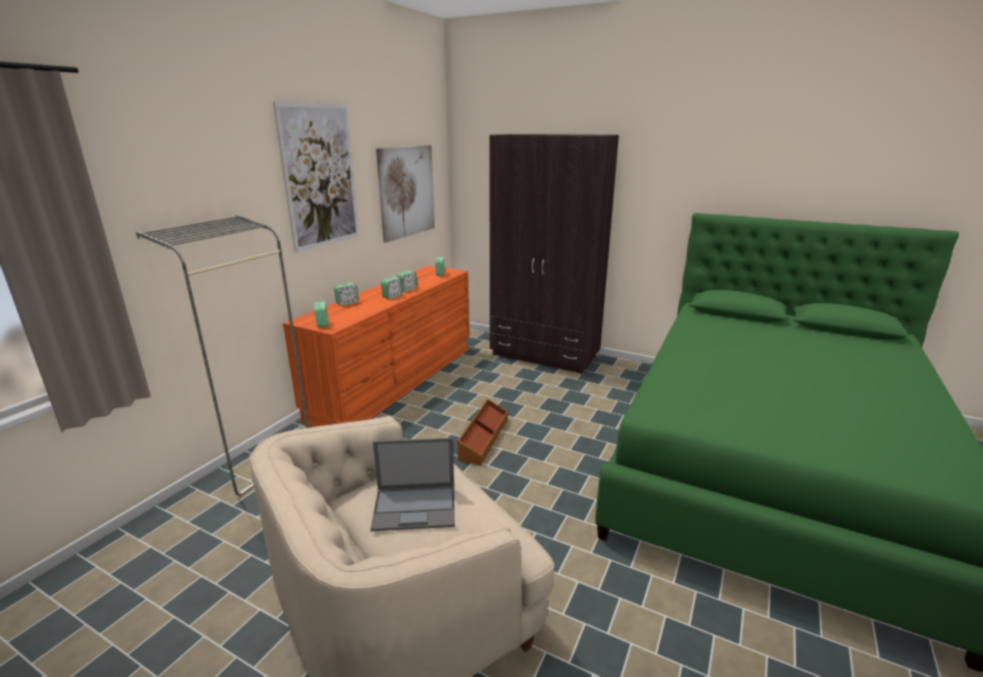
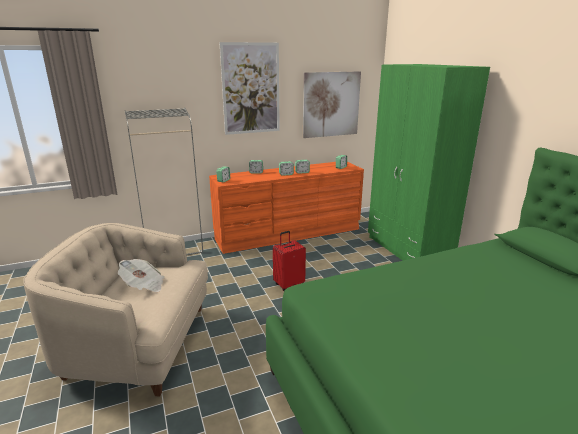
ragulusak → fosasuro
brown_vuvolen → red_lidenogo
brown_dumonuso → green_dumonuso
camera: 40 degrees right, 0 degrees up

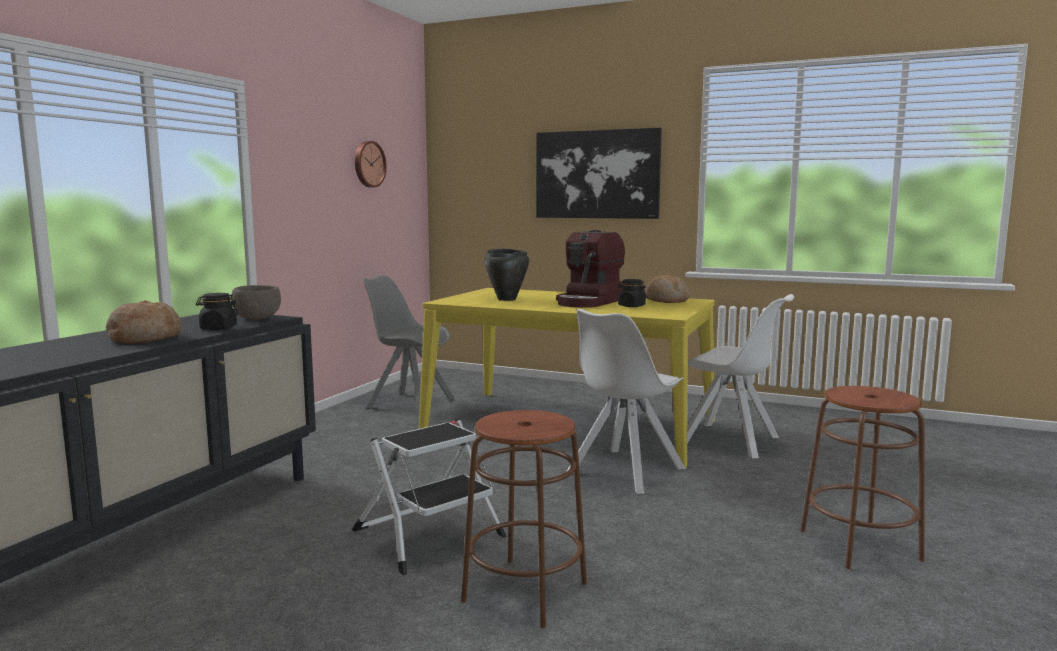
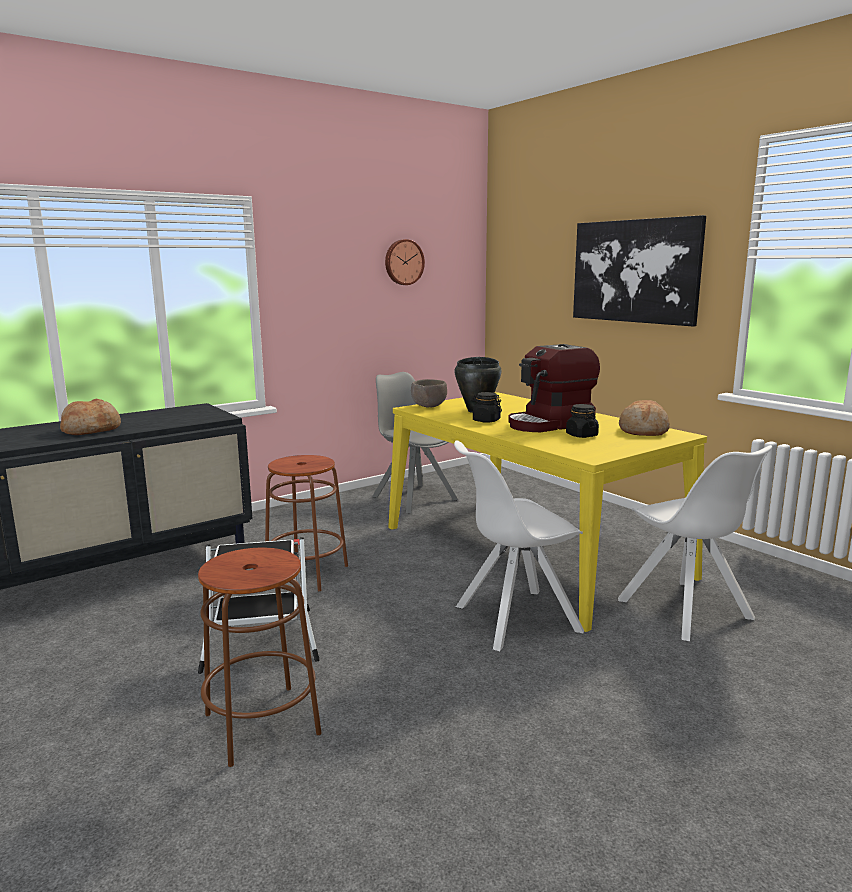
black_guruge (no. 1 from left), shifted
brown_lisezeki, shifted
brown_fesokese (no. 2 from left), shifted
camera: 30 degrees right, 5 degrees up

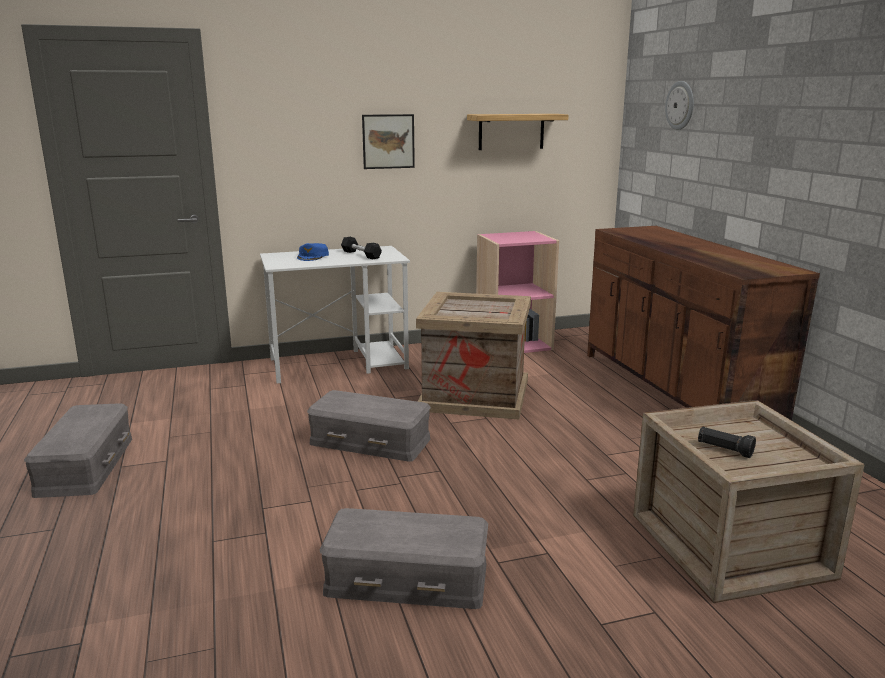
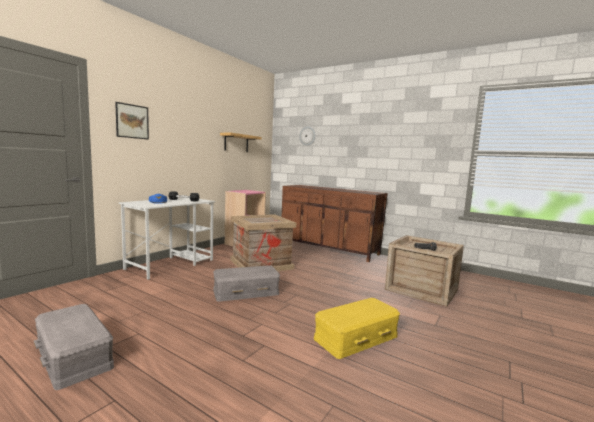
grey_vuvolen (no. 3 from left) → yellow_vuvolen
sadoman, shifted
camera: 40 degrees left, 10 degrees down

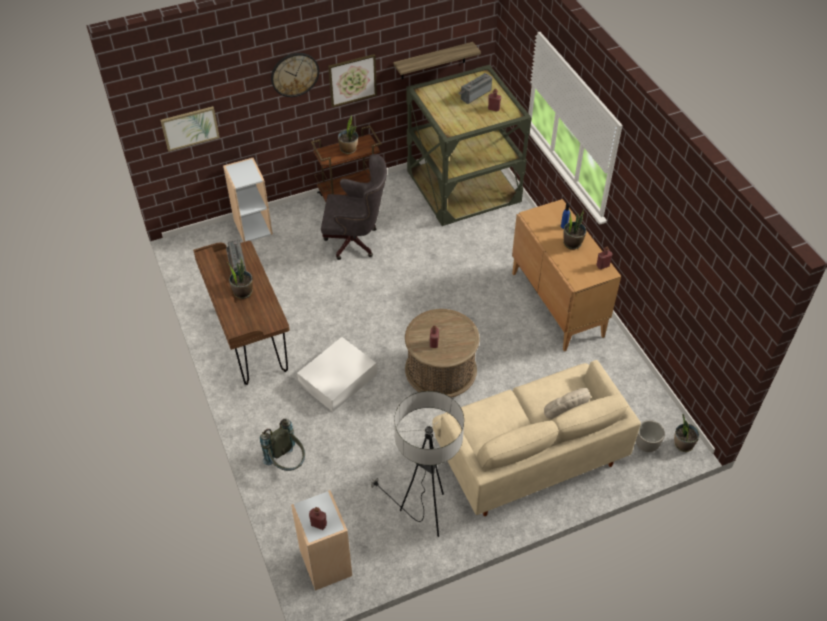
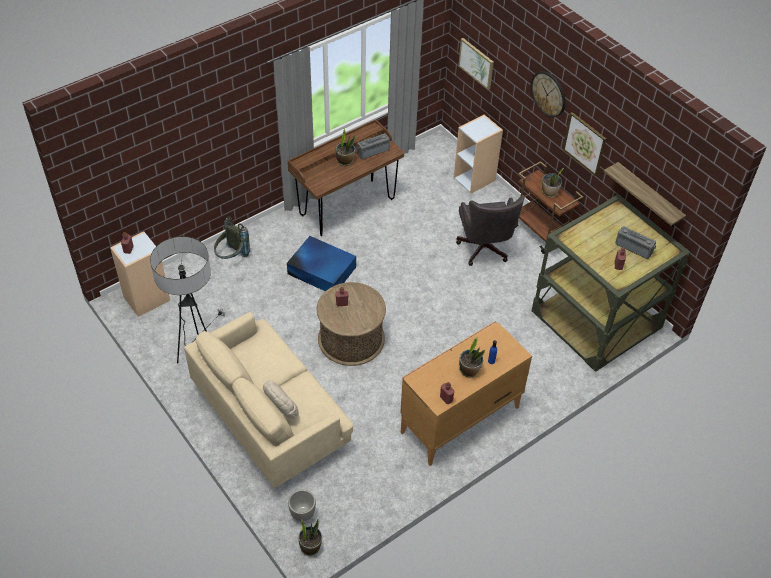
white_vuvolen → blue_vuvolen
camera: 75 degrees right, 0 degrees up

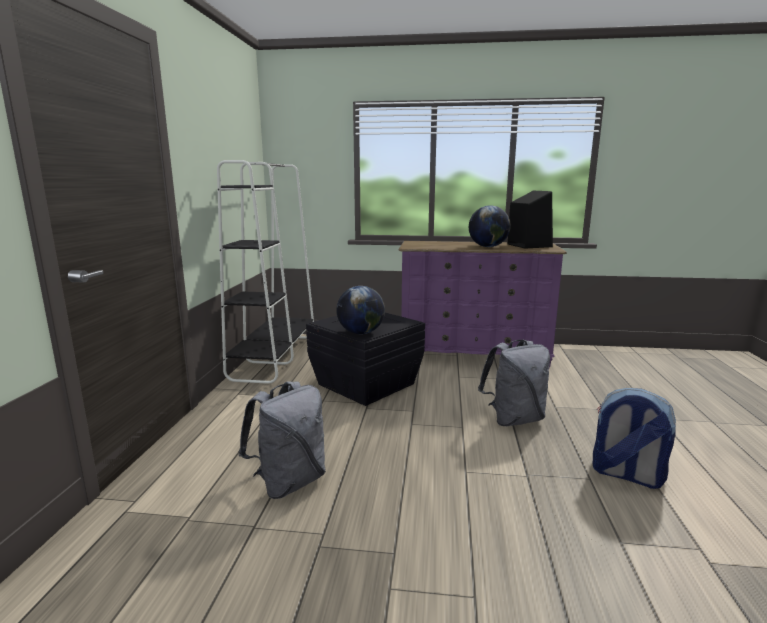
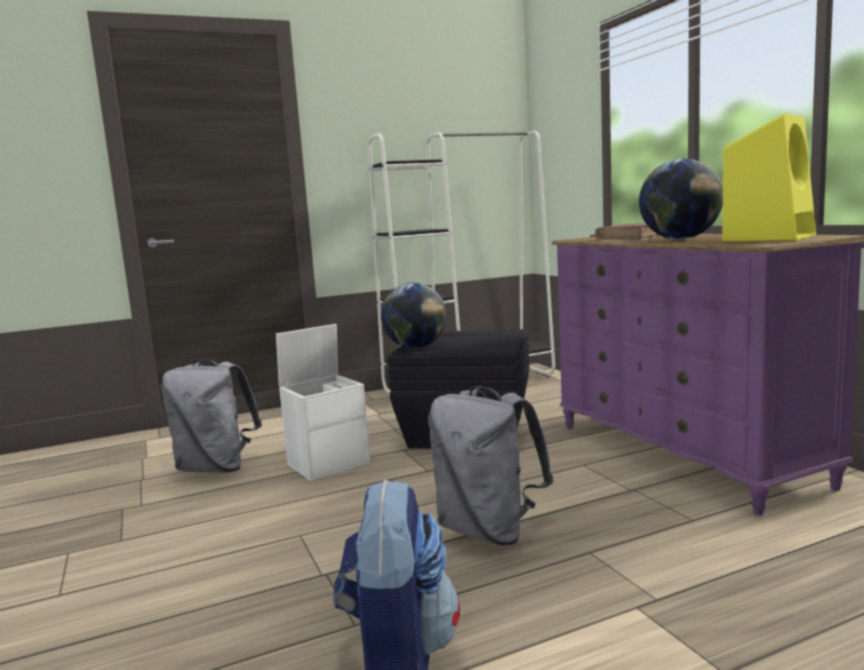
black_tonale → yellow_tonale
- → white_vuvolen
- → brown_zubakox
camera: 60 degrees right, 5 degrees down

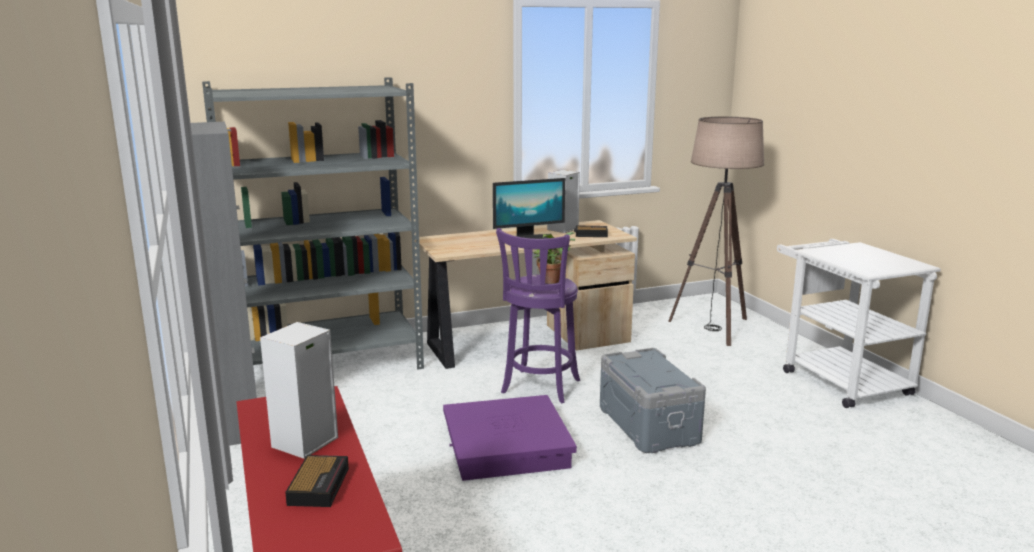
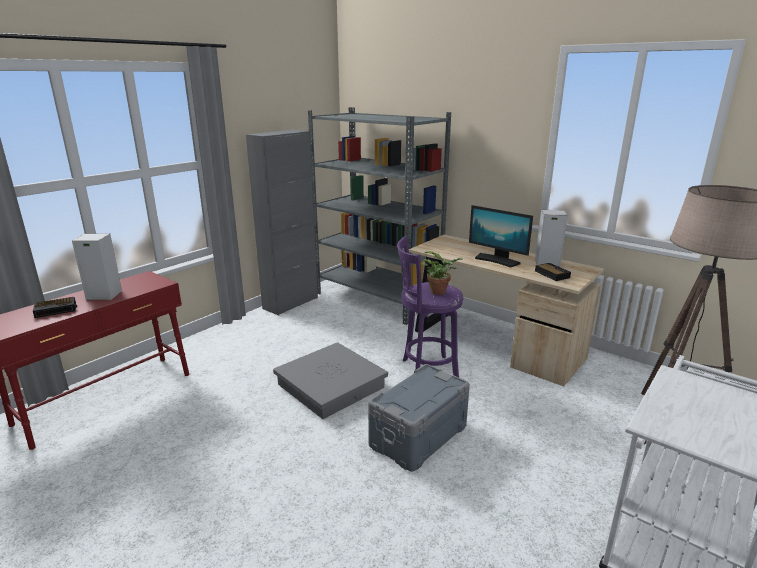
purple_vuvolen → grey_vuvolen (no. 1 from left)
camera: 60 degrees right, 5 degrees up

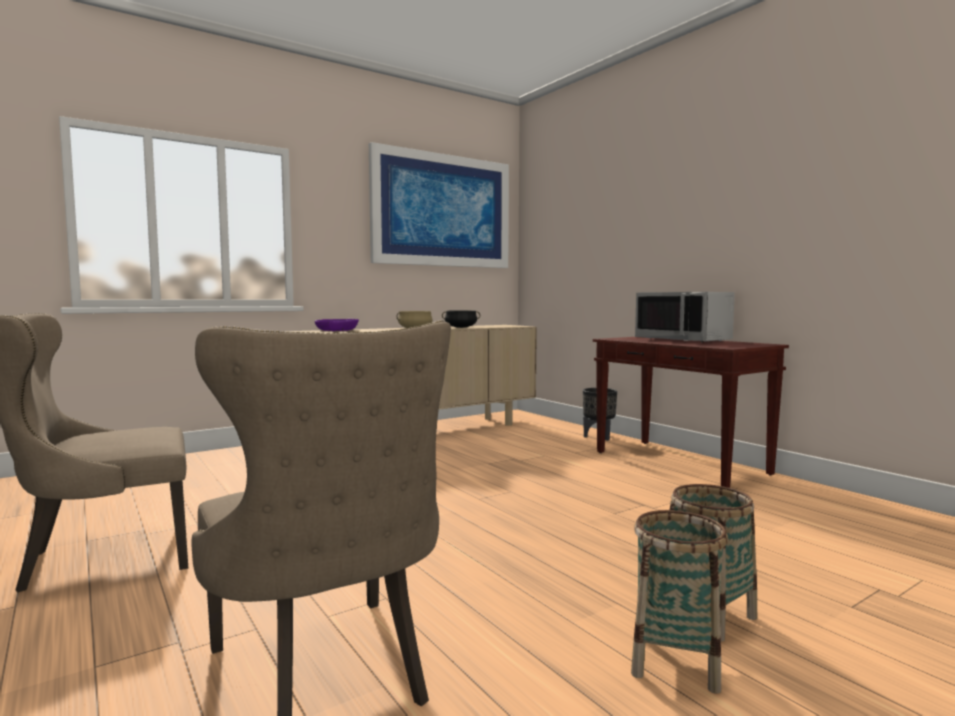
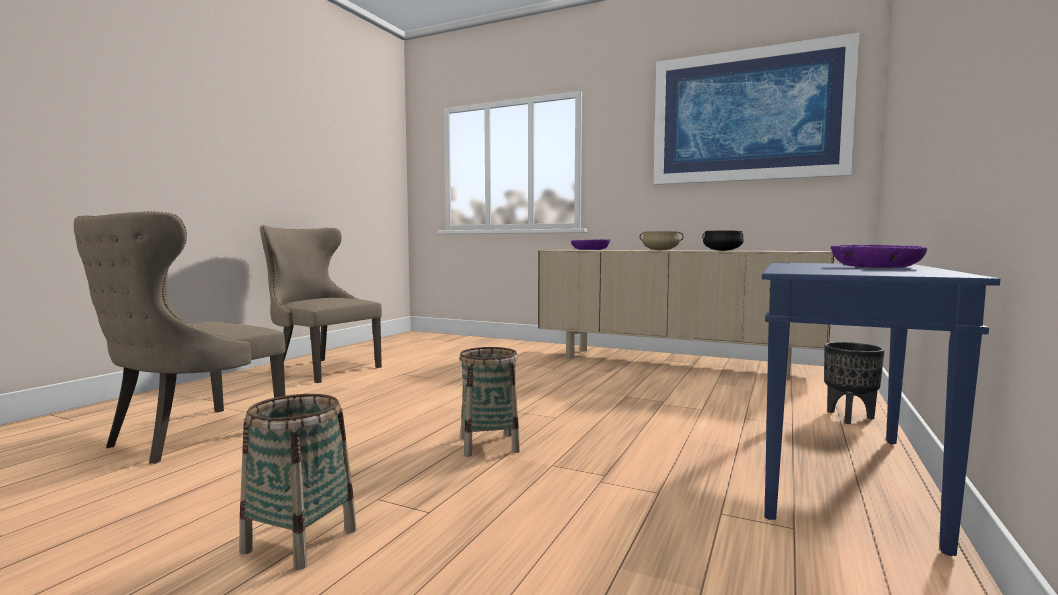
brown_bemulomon → blue_bemulomon
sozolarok (no. 1 from left in the first image) → sozolarok (no. 2 from left), shifted
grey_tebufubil → purple_lisezeki (no. 2 from left)
camera: 60 degrees right, 0 degrees up

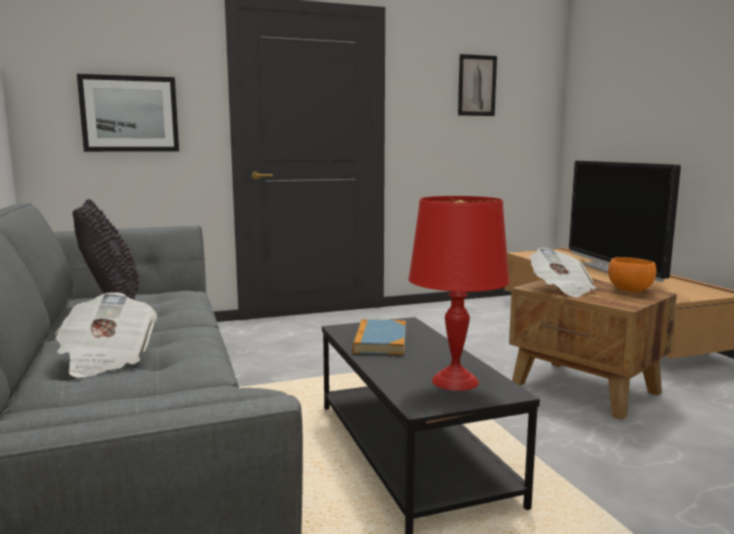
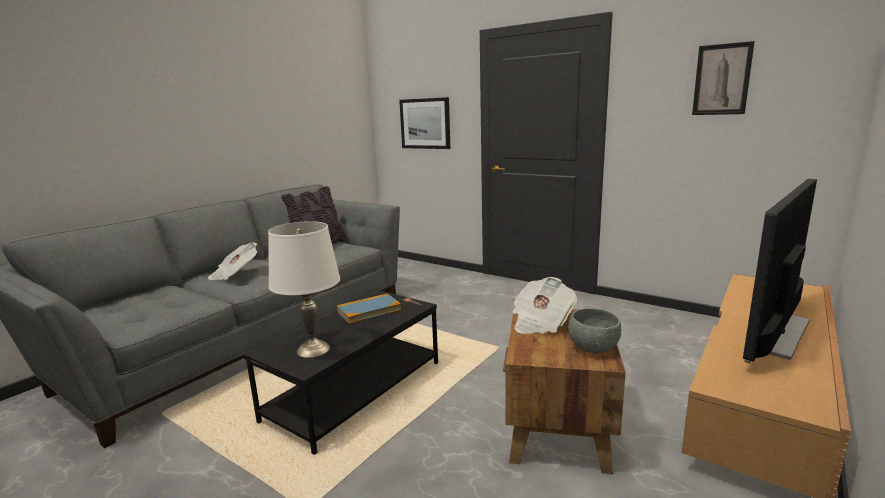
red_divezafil → white_divezafil
orange_lisezeki → grey_lisezeki
camera: 55 degrees right, 5 degrees up

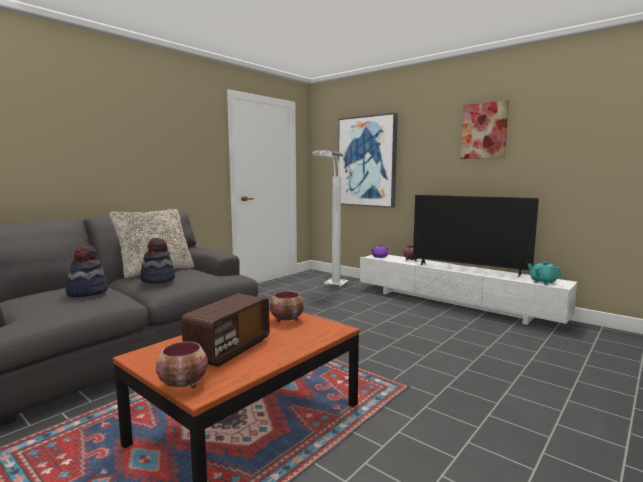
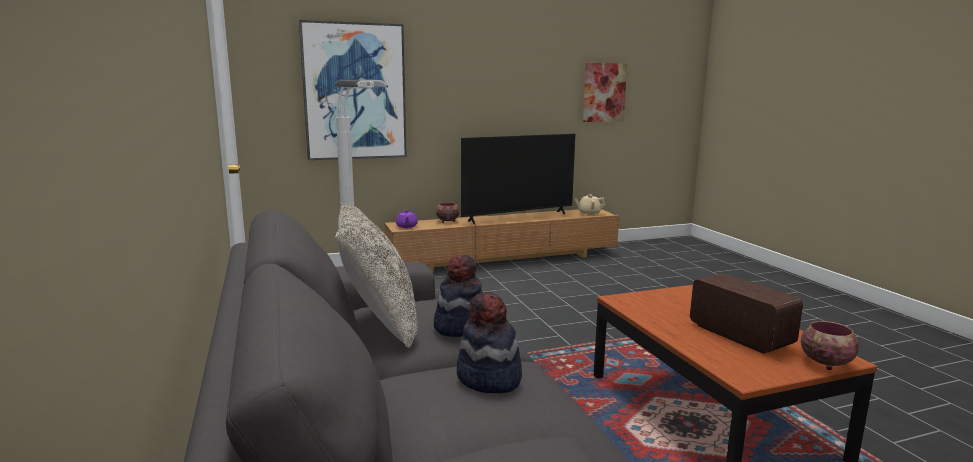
lisezeki (no. 2 from left) → -
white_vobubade → brown_vobubade
sadoman (no. 2 from left), shifted
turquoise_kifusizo → beige_kifusizo
camera: 60 degrees left, 5 degrees up

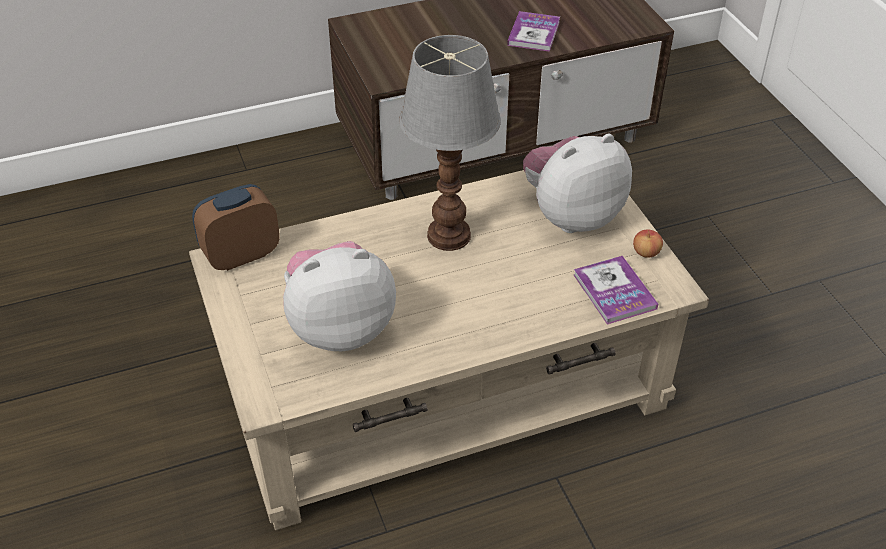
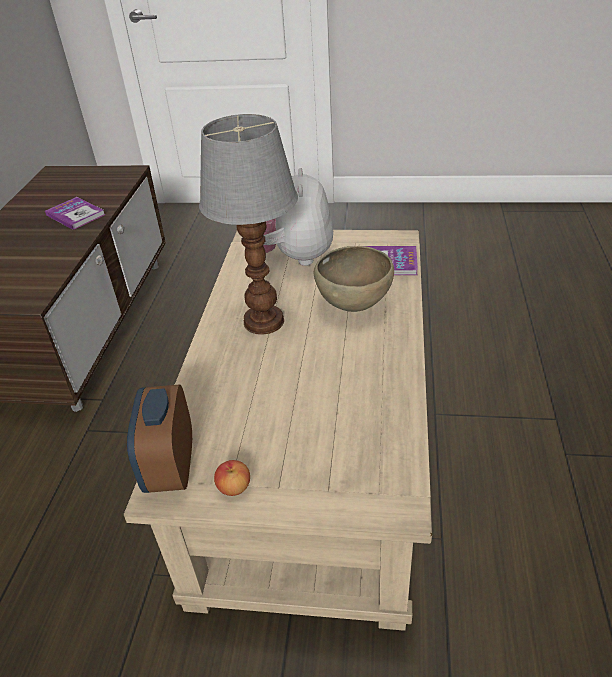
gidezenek (no. 1 from left) → -
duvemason, shifted
- → brown_lisezeki
camera: 60 degrees left, 5 degrees down

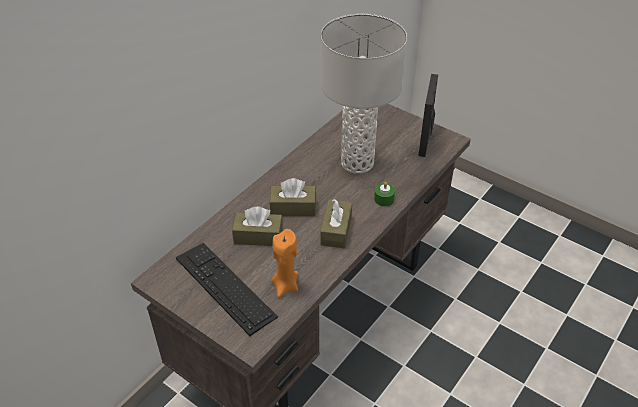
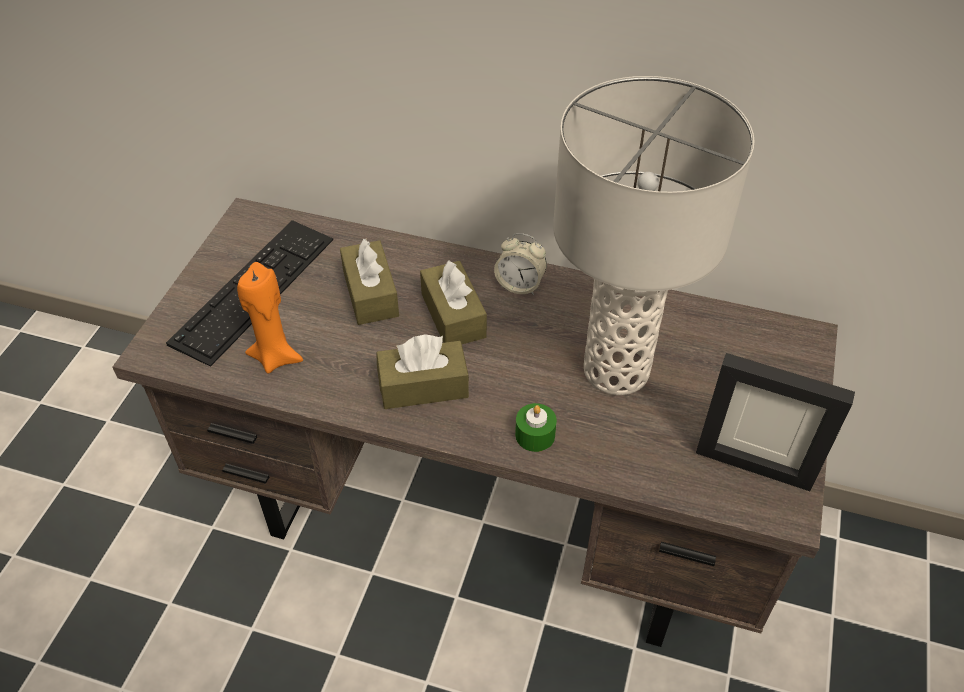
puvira, 150 degrees counterclockwise
- → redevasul
camera: 70 degrees right, 5 degrees up

